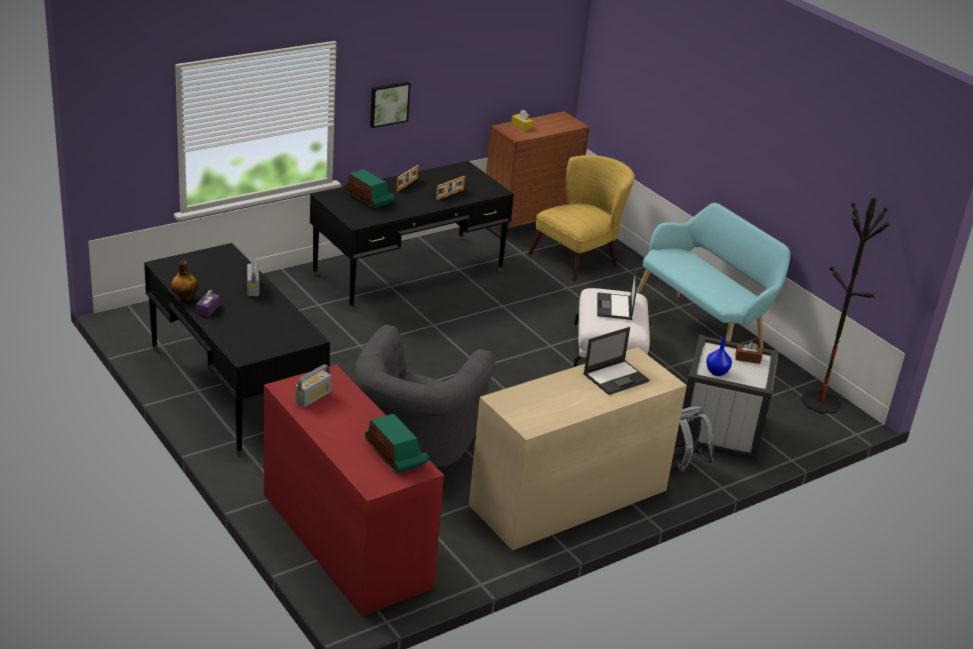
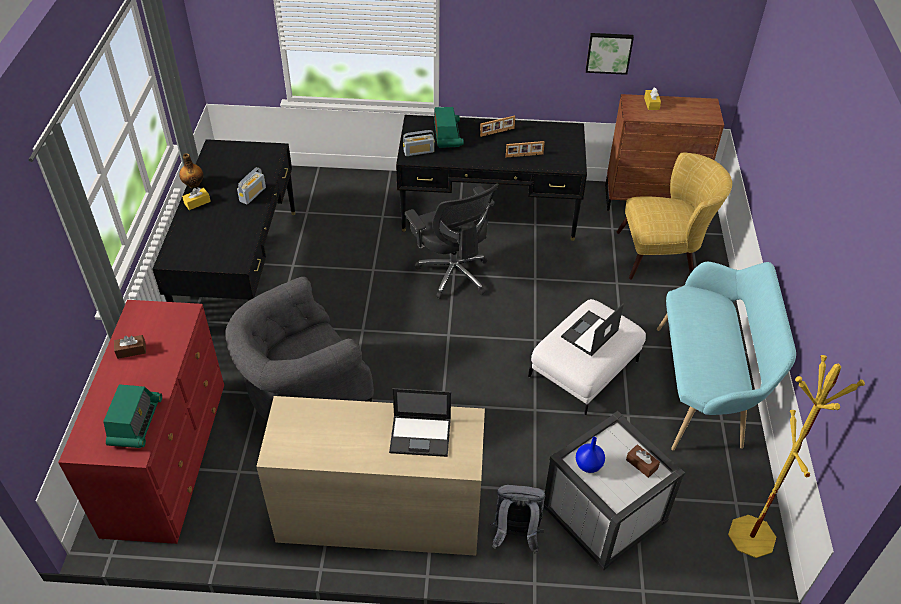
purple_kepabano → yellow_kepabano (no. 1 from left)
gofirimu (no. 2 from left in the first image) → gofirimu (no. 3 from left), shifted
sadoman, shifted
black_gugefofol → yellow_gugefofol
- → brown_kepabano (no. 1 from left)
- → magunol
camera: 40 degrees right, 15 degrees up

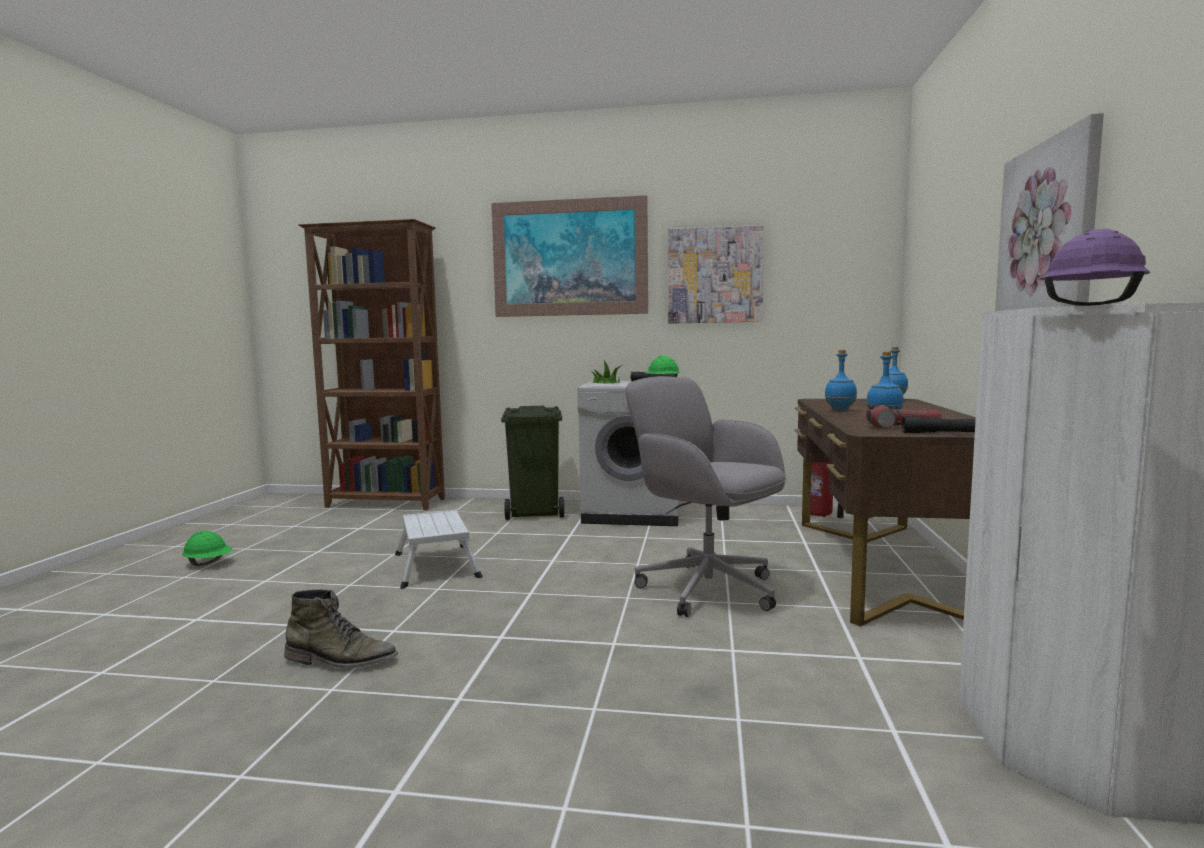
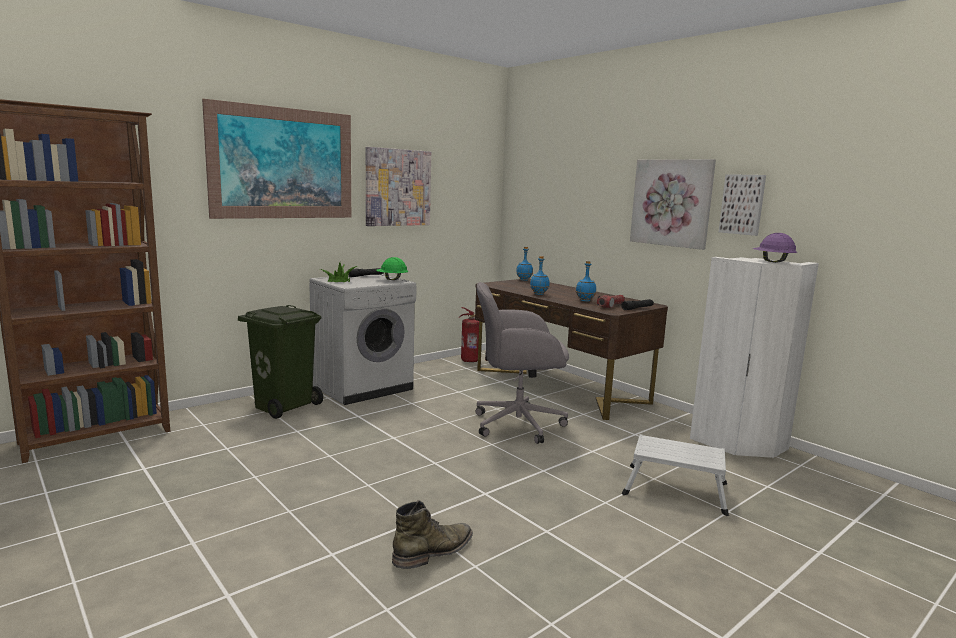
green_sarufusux (no. 1 from left) → -
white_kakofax, shifted
- → sadoman (no. 4 from left)
camera: 50 degrees left, 5 degrees up

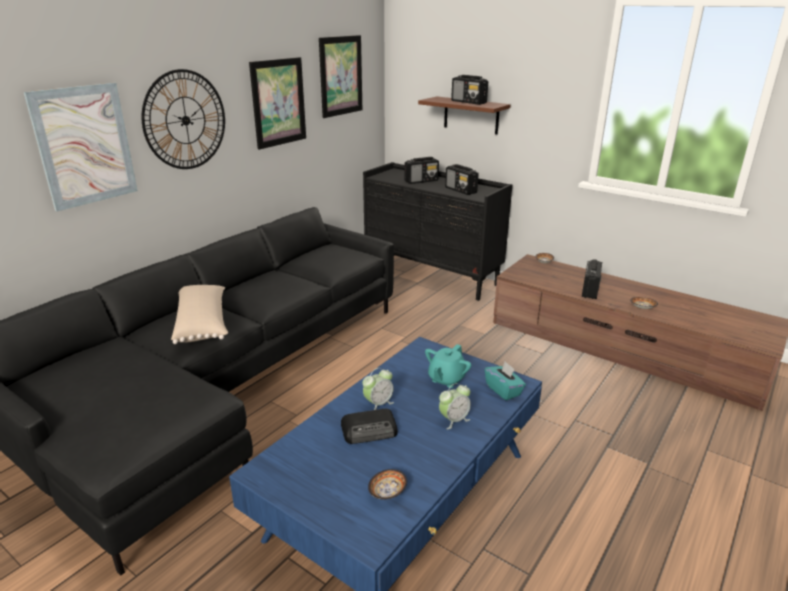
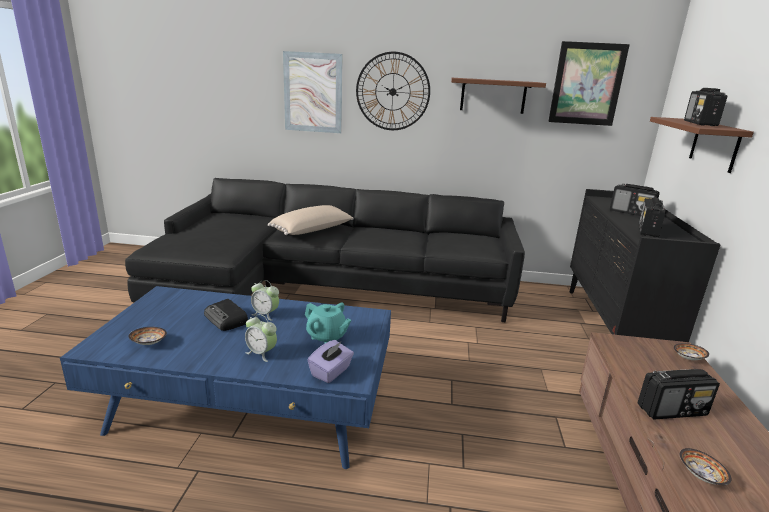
sadoman (no. 2 from left) → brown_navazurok (no. 1 from left)
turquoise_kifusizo, 150 degrees counterclockwise
turquoise_kepabano → purple_kepabano
camera: 60 degrees right, 5 degrees down

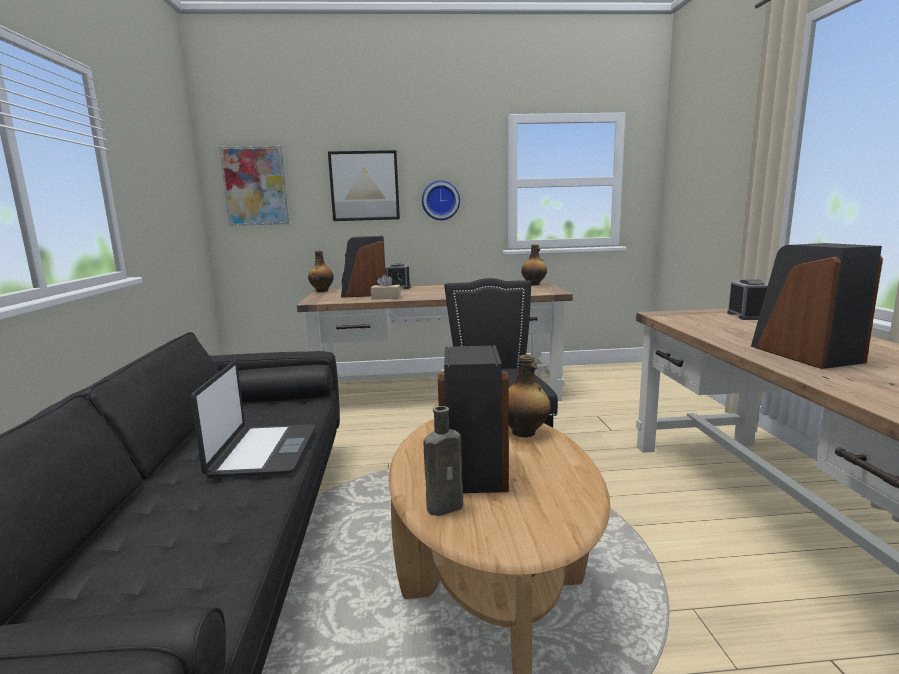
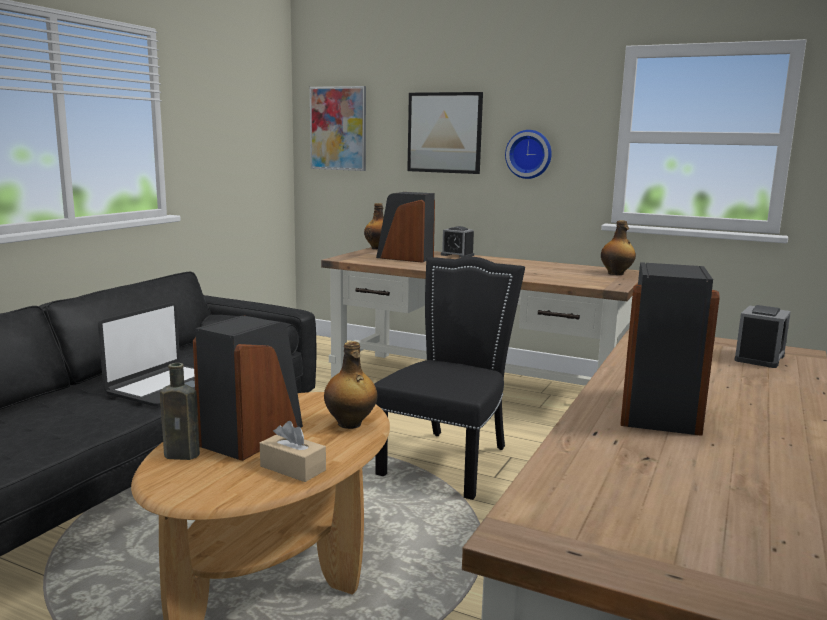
beige_kepabano, shifted
camera: 30 degrees right, 0 degrees up

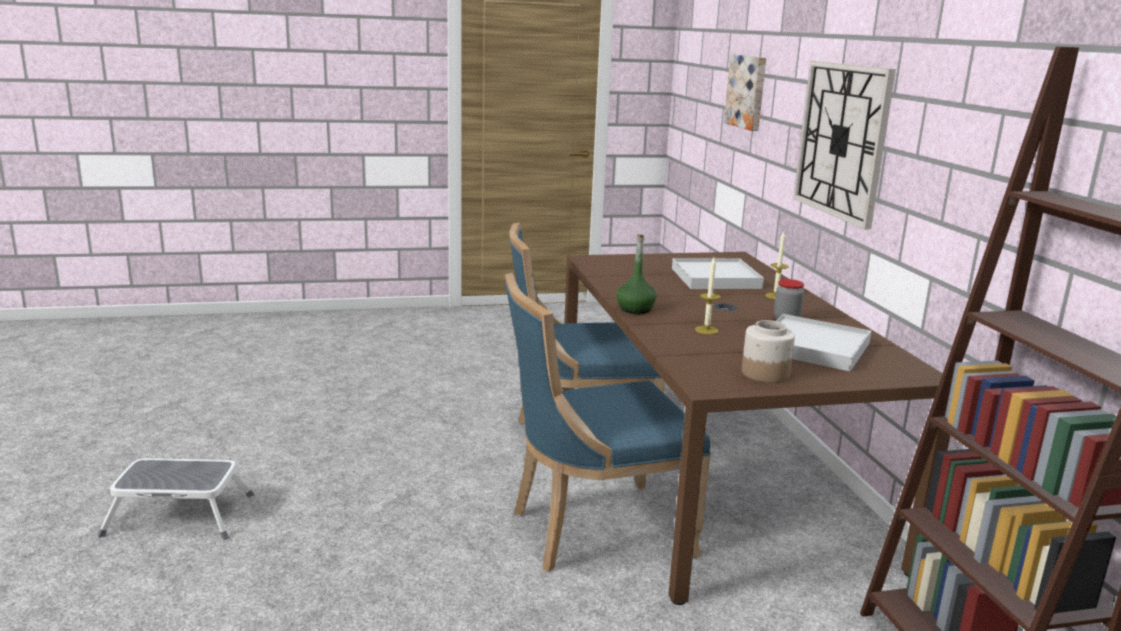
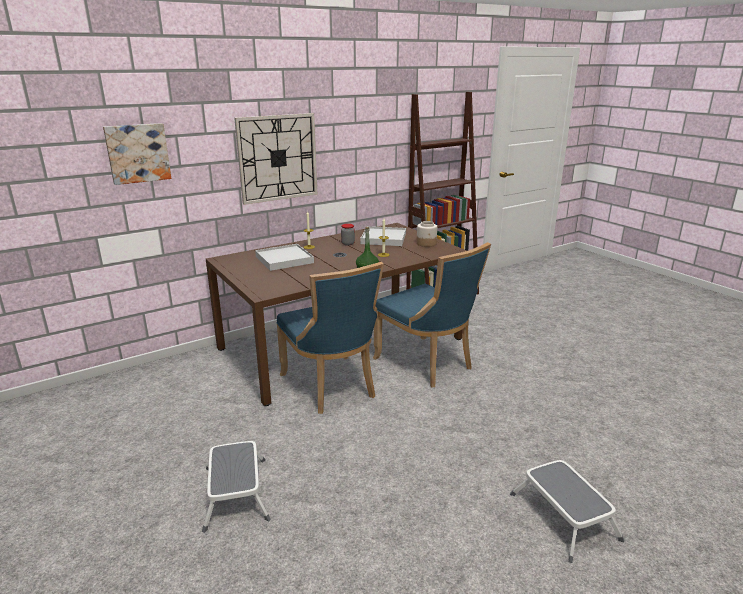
- → grey_kakofax (no. 1 from left)
camera: 110 degrees left, 5 degrees up

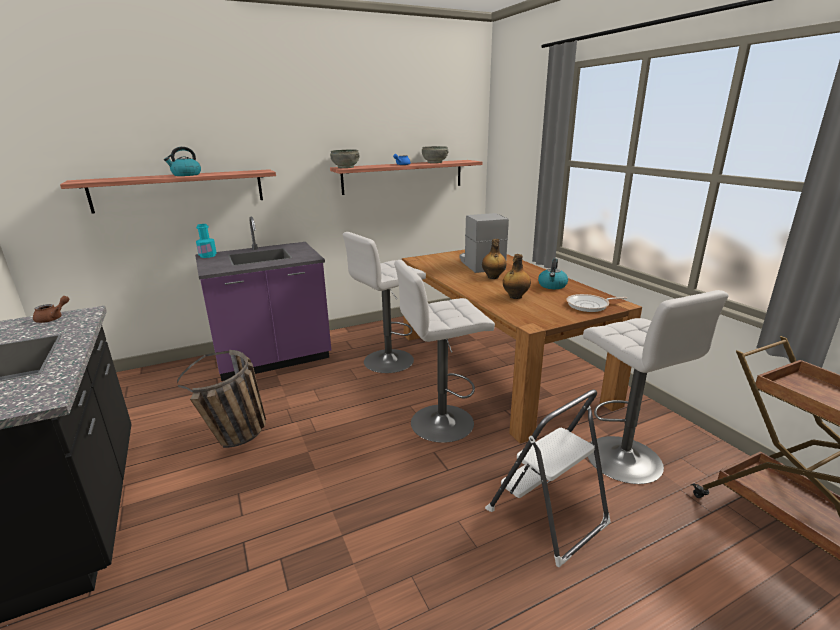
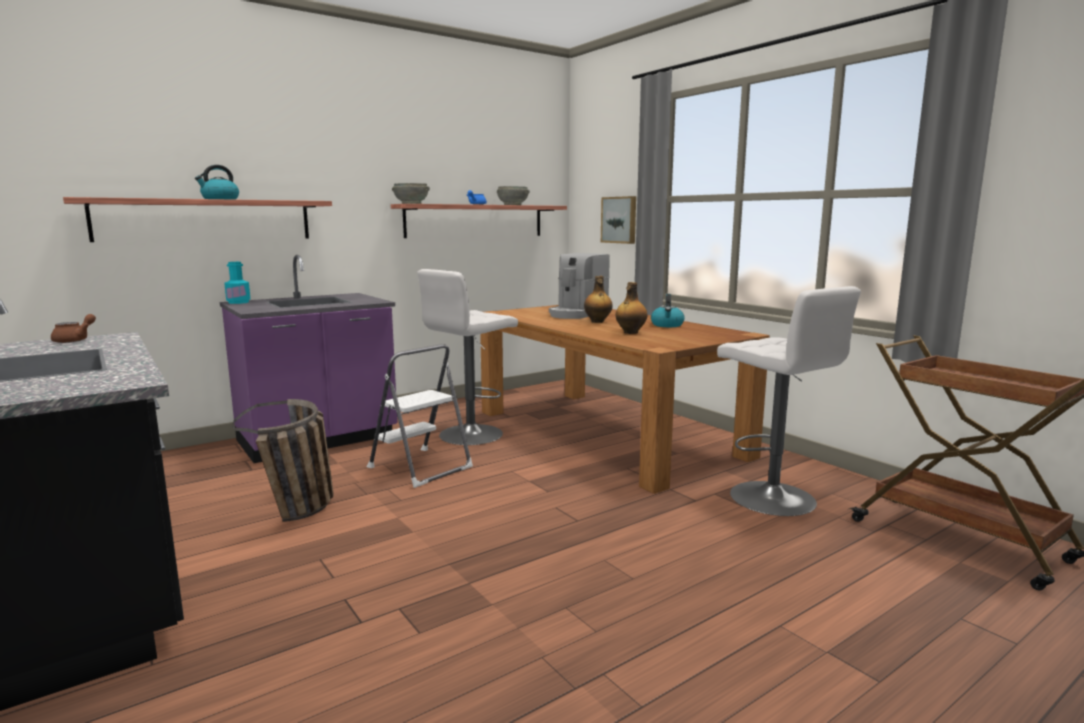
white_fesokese (no. 2 from left) → -
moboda, 120 degrees counterclockwise
white_kakofax, shifted
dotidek → -
- → sadoman
camera: 10 degrees left, 10 degrees down

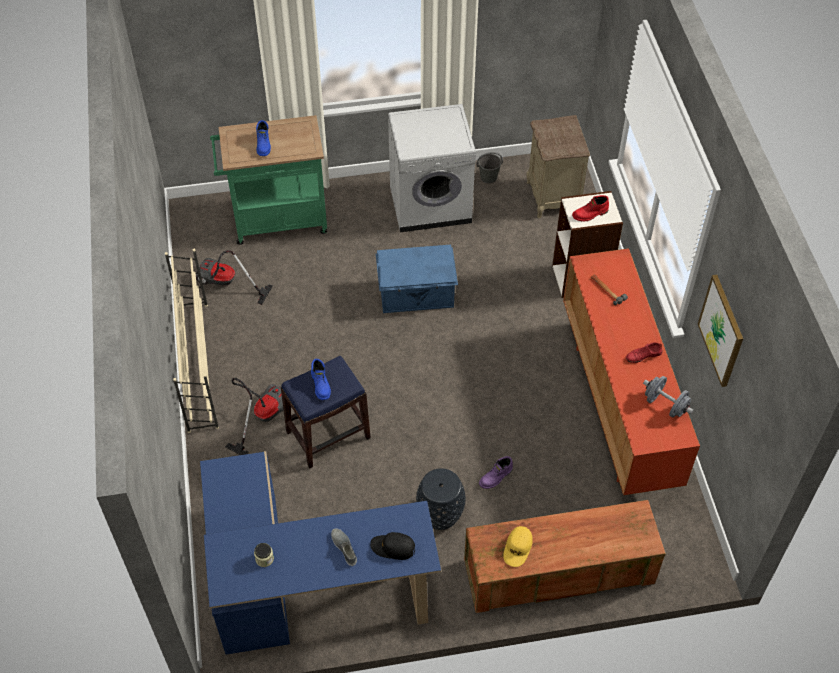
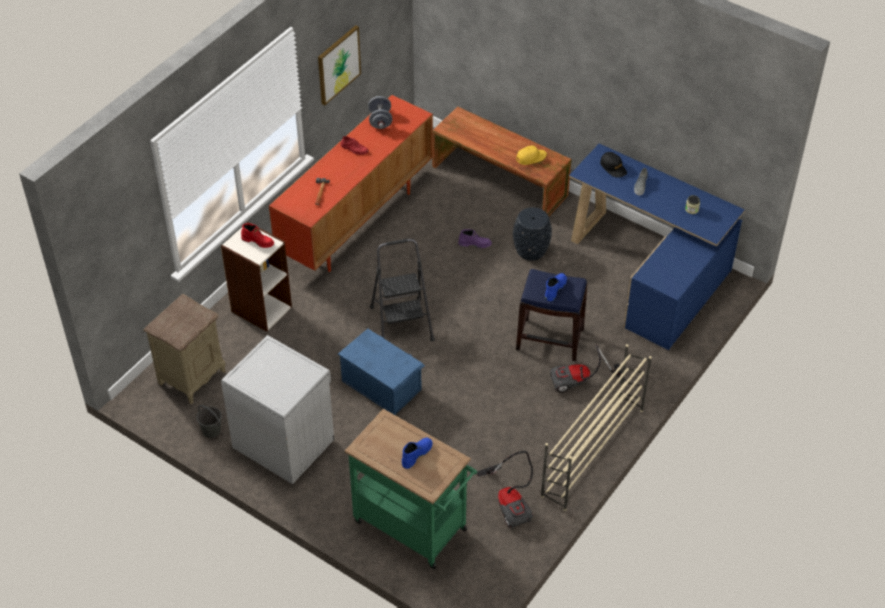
- → black_kakofax
camera: 135 degrees left, 5 degrees down

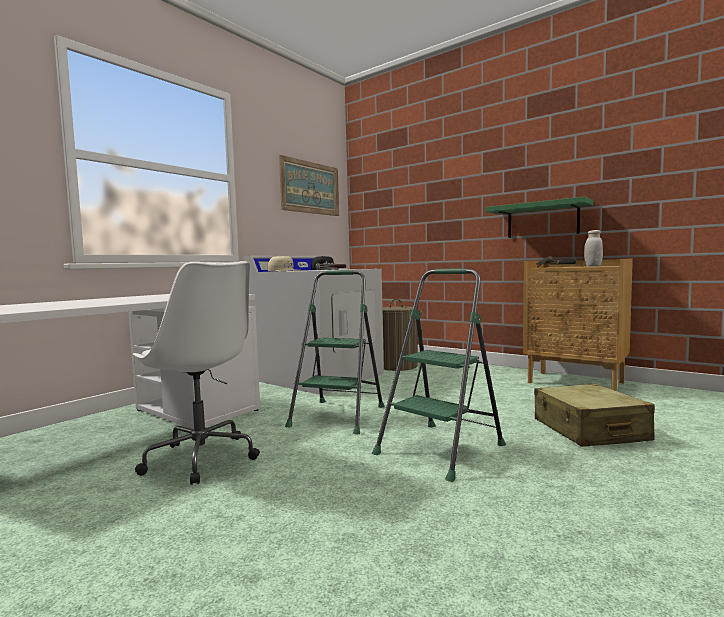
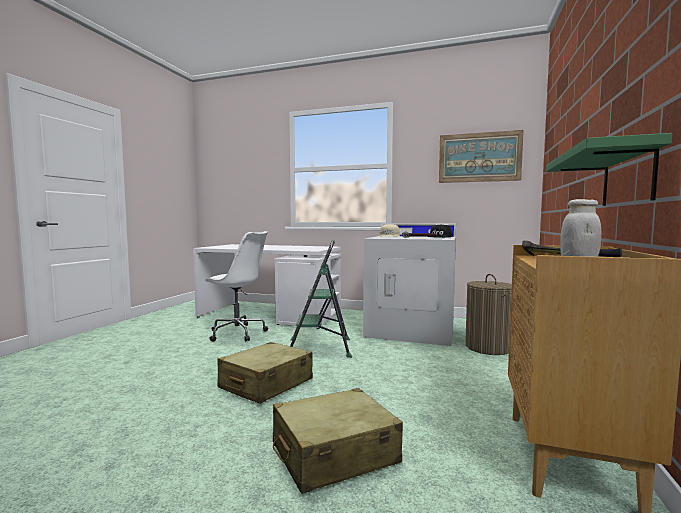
white_magunol, 90 degrees counterclockwise
green_kakofax (no. 2 from left) → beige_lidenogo (no. 1 from left)
camera: 70 degrees right, 0 degrees up

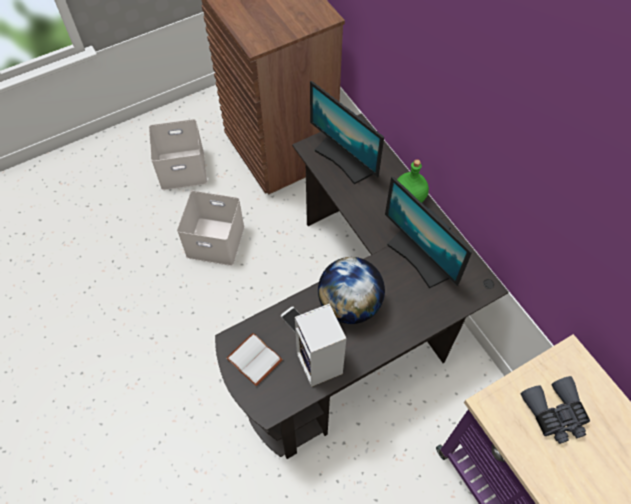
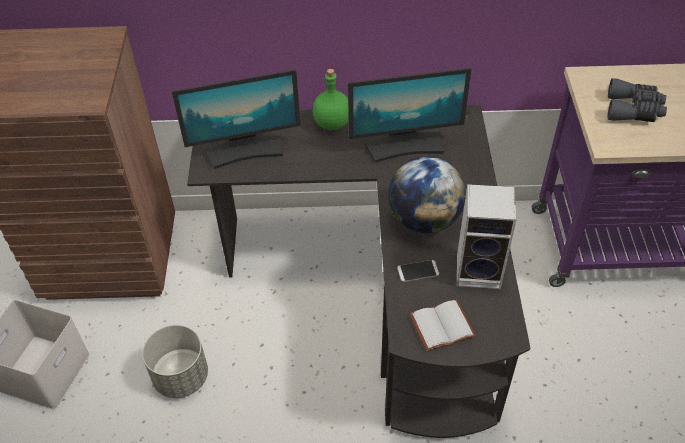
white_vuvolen (no. 2 from left) → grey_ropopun
camera: 60 degrees left, 10 degrees down

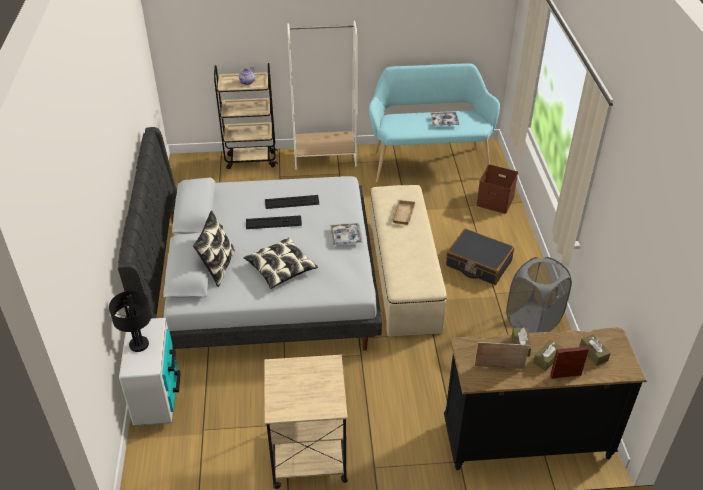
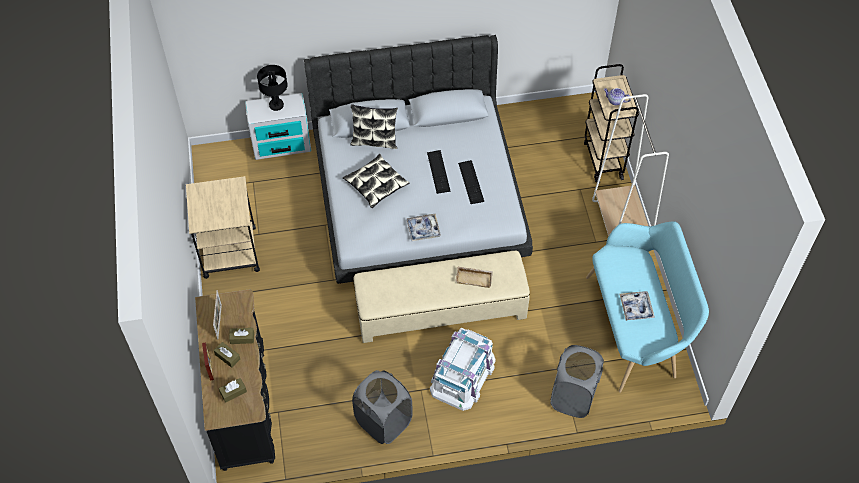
black_lidenogo → white_vuvolen
brown_vuvolen → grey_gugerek (no. 2 from left)
camera: 85 degrees right, 15 degrees up

